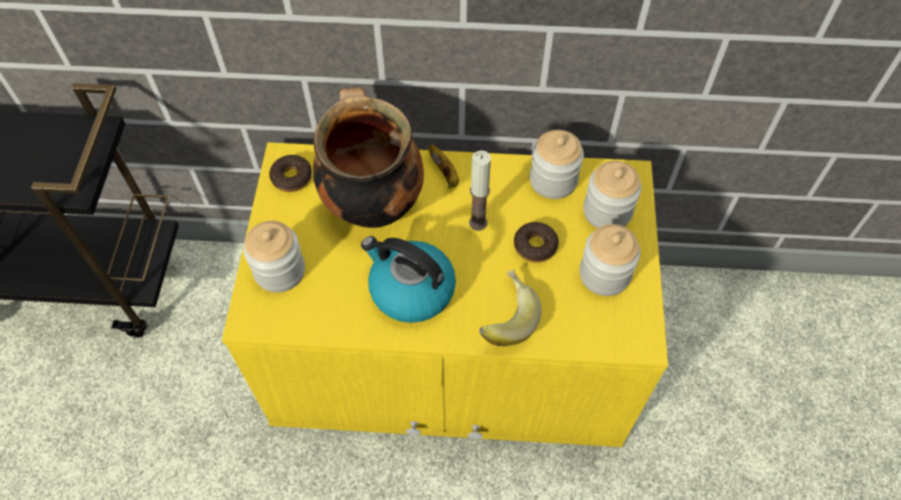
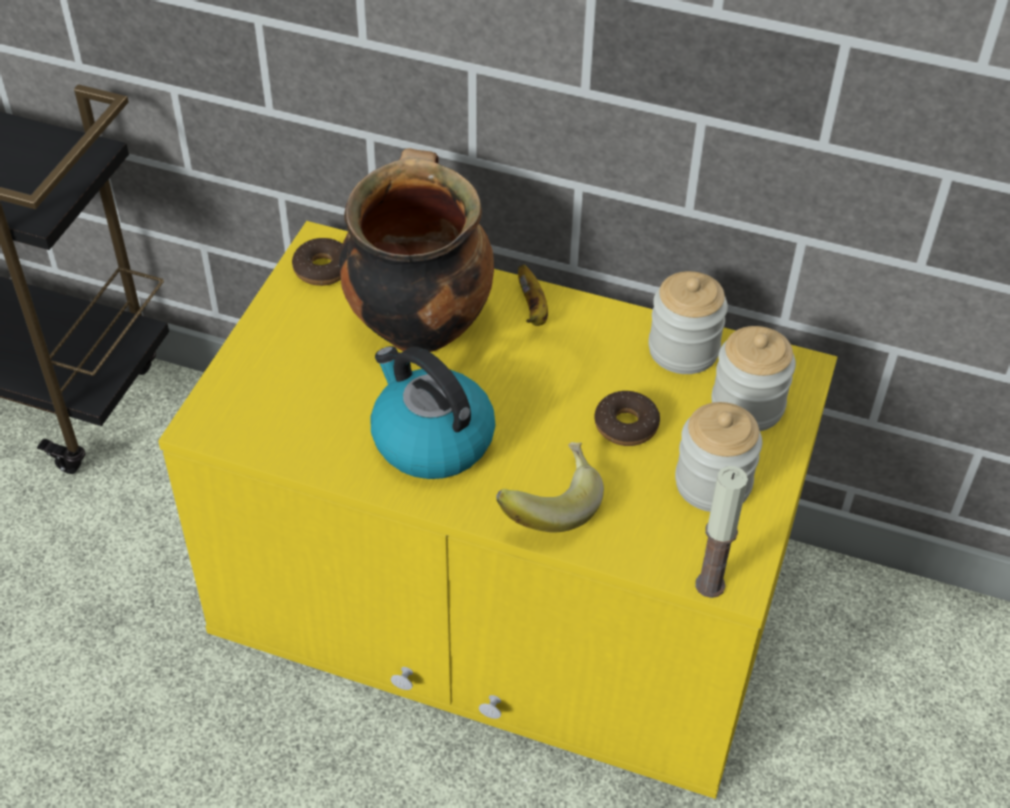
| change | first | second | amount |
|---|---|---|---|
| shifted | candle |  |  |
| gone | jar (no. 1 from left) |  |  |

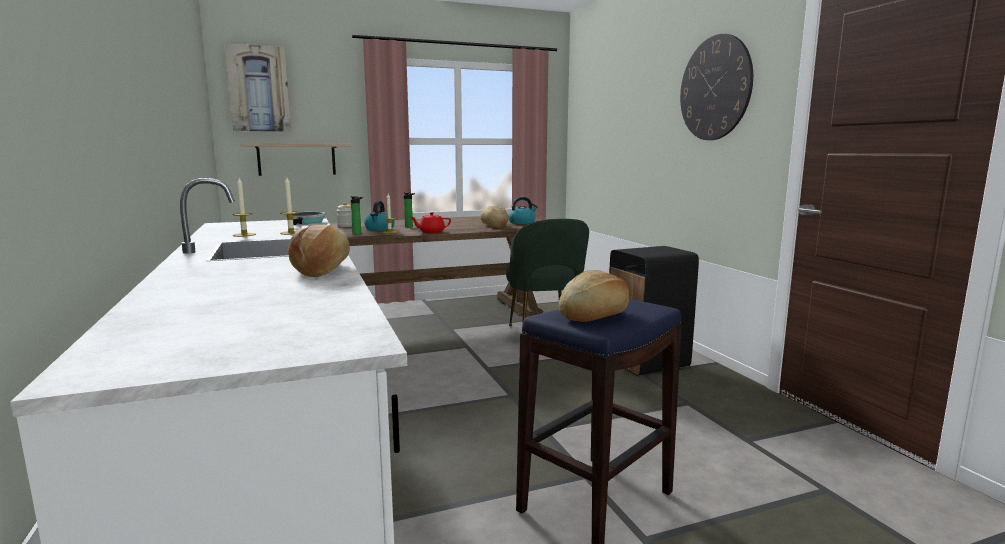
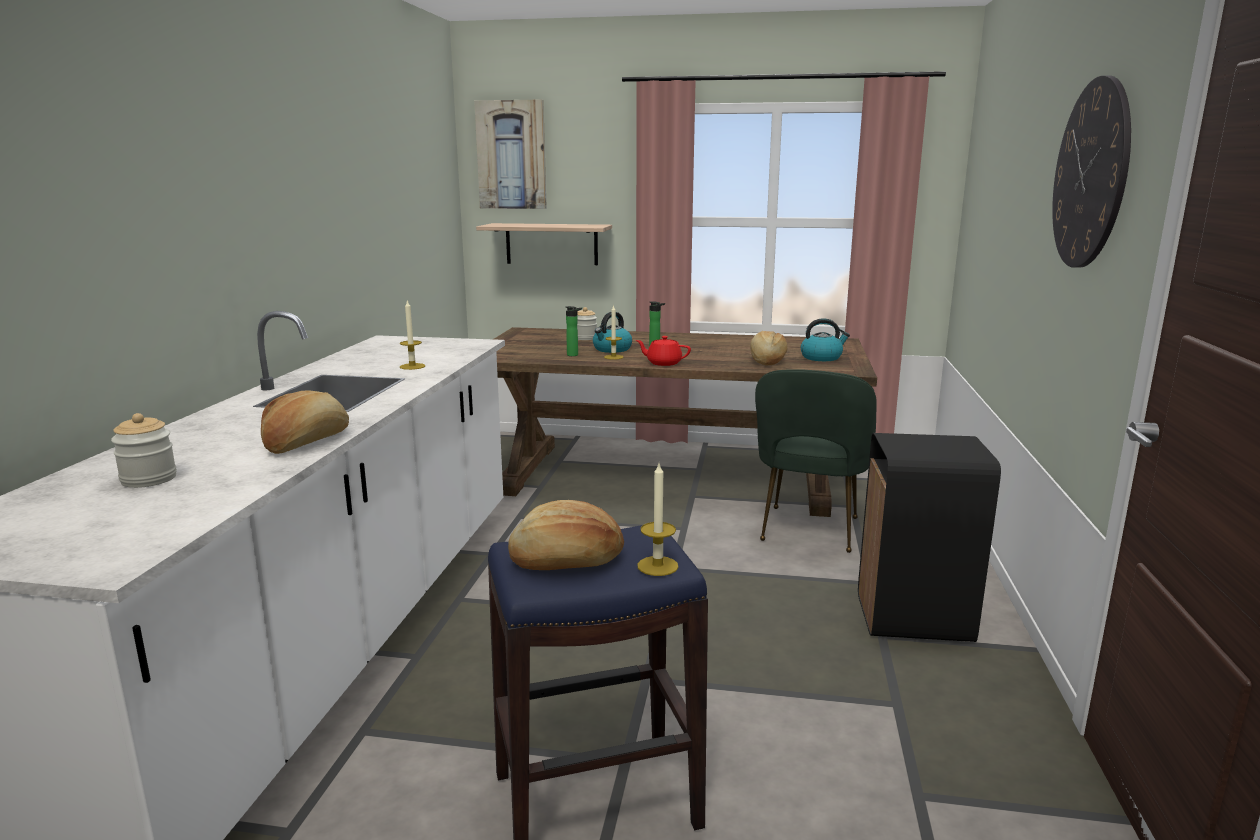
| change | first | second | amount |
|---|---|---|---|
| new |  | jar (no. 1 from left) |  |
| shifted | candle (no. 1 from left in the first image) | candle (no. 3 from left) |  |
| gone | frying pan |  |  |

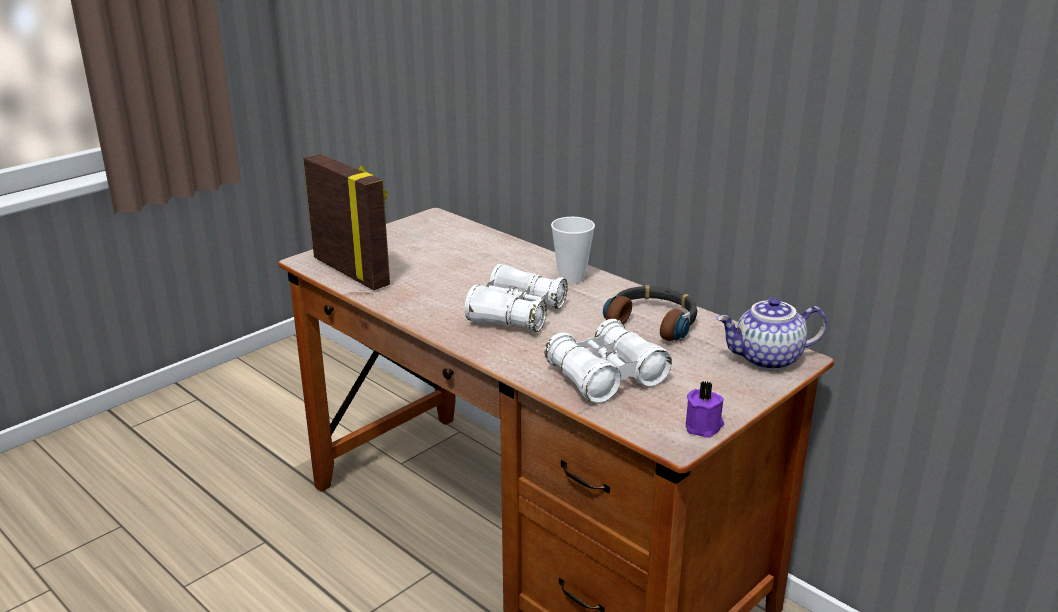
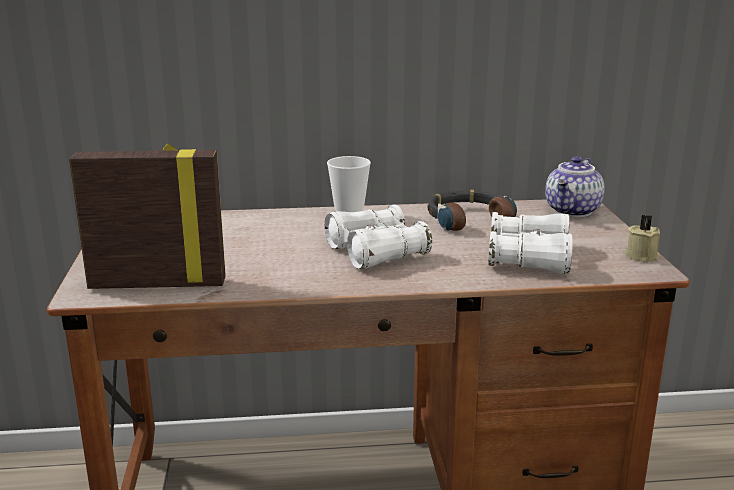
| change | first | second | amount |
|---|---|---|---|
| repainted | purple candle | beige candle |  |

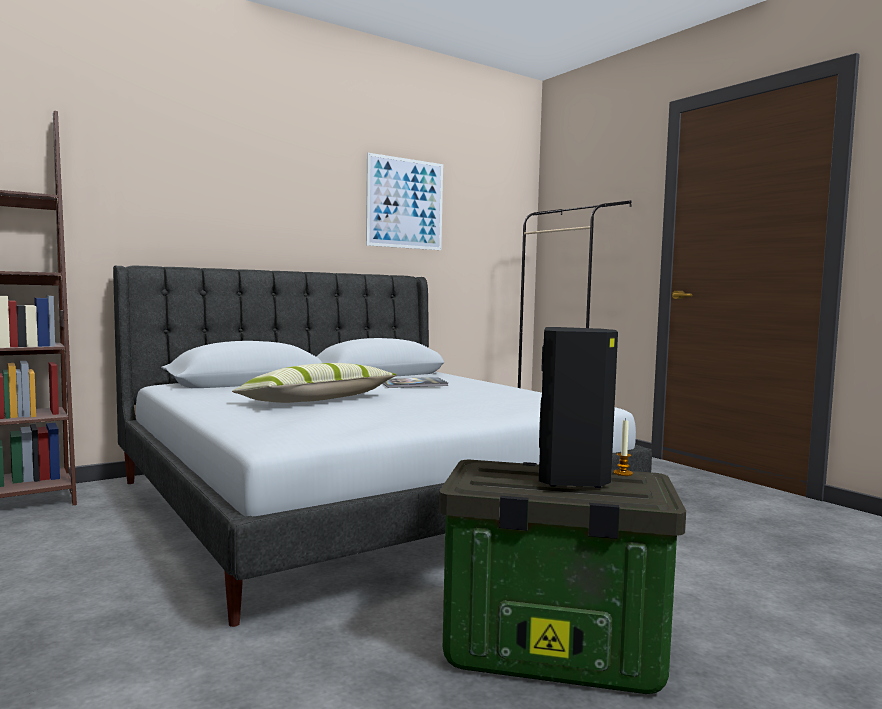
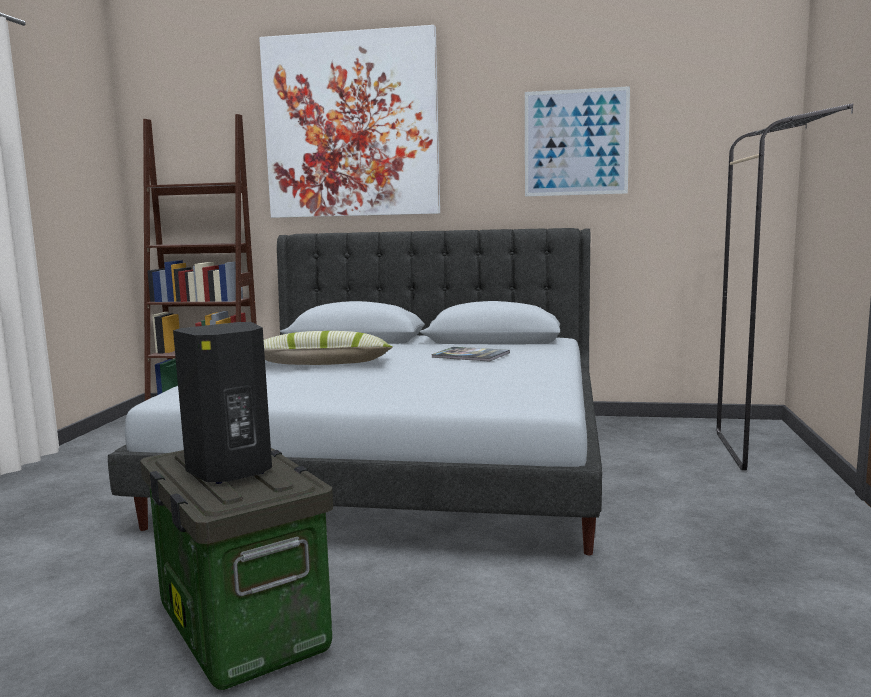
| change | first | second | amount |
|---|---|---|---|
| new |  | picture (no. 1 from left) |  |
| gone | candle |  |  |

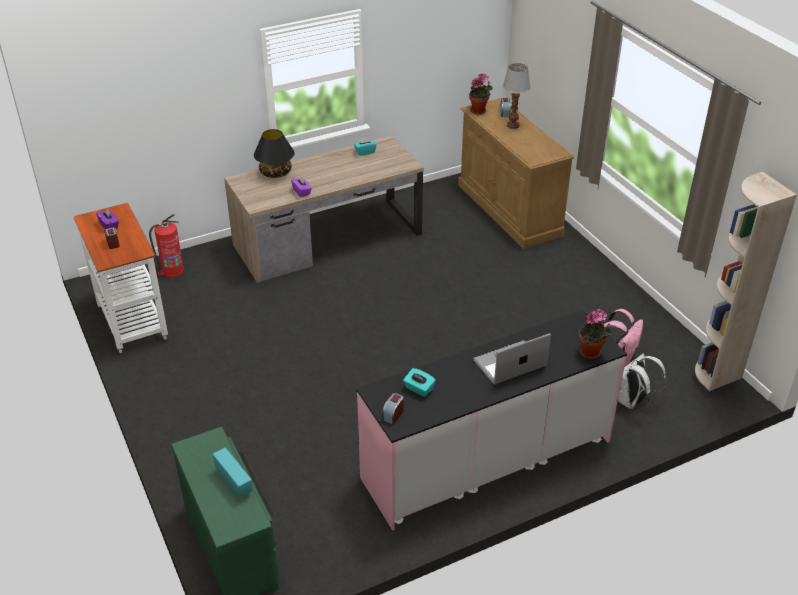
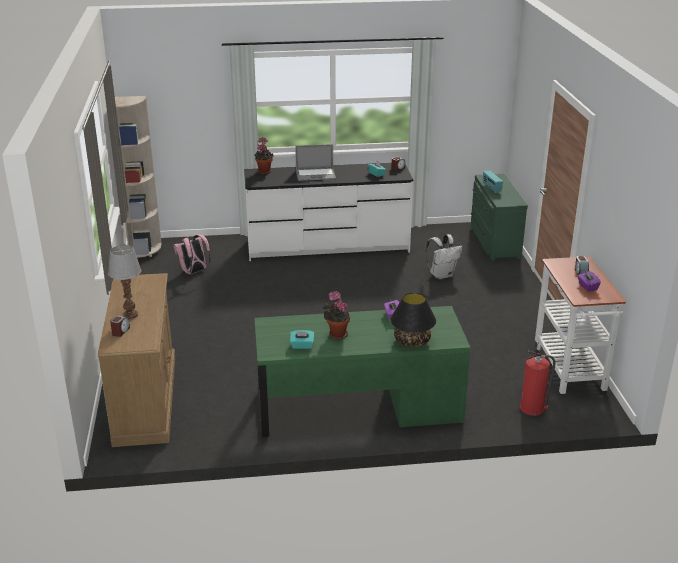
| change | first | second | amount |
|---|---|---|---|
| repainted | pink dresser | white dresser |  |
| repainted | brown desk | green desk |  |
| shifted | potted plant (no. 1 from left in the first image) | potted plant (no. 2 from left) |  |
| shifted | white backpack |  |  |

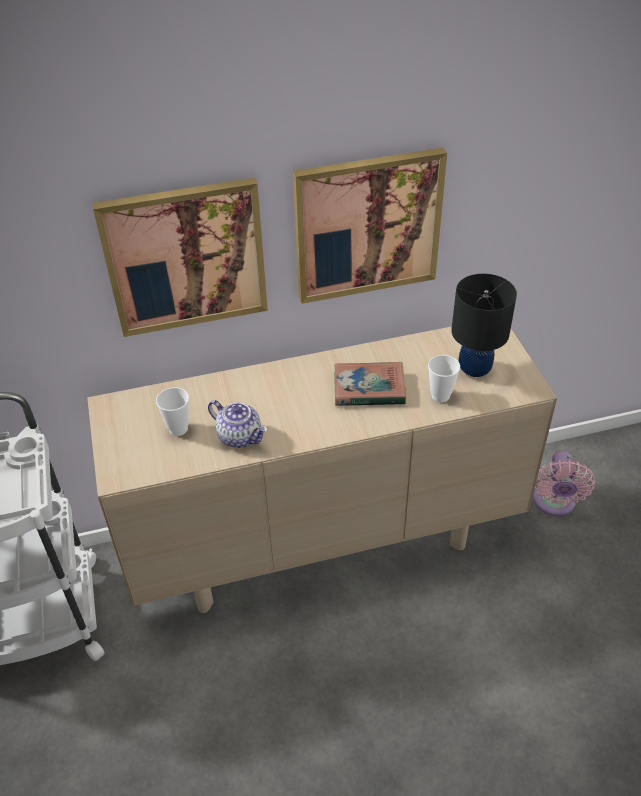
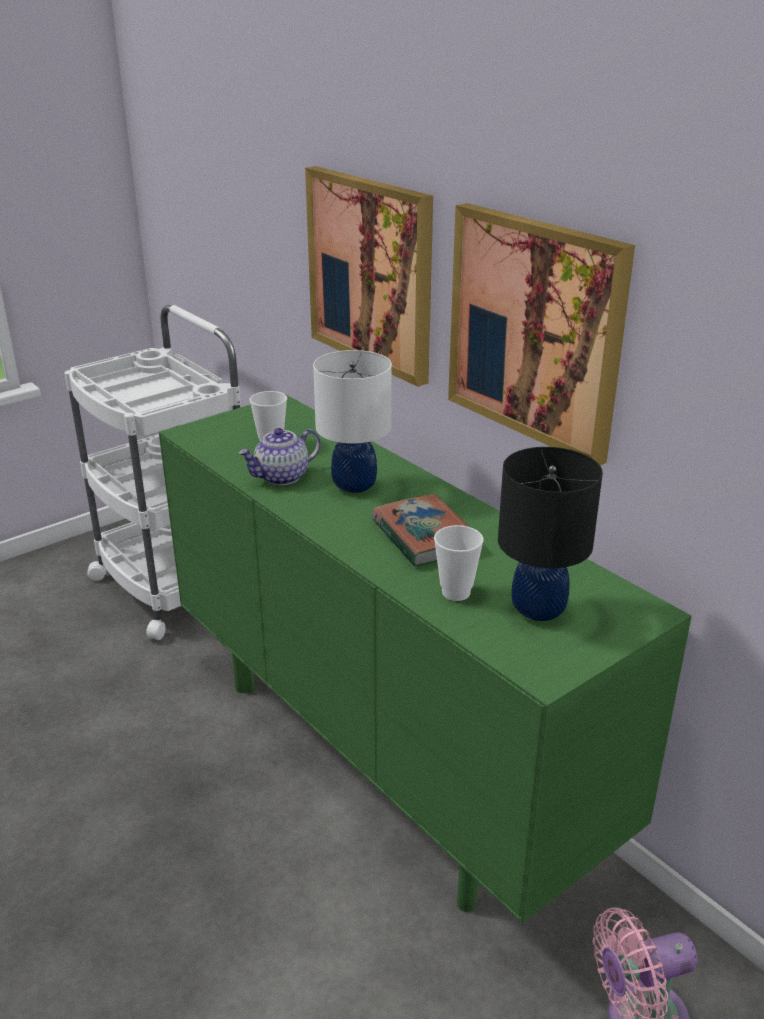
| change | first | second | amount |
|---|---|---|---|
| repainted | beige dresser | green dresser |  |
| rotated | teapot |  | 45 degrees clockwise |
| new |  | white table lamp |  |

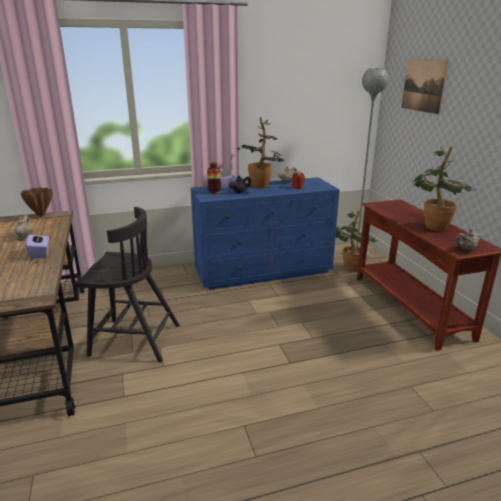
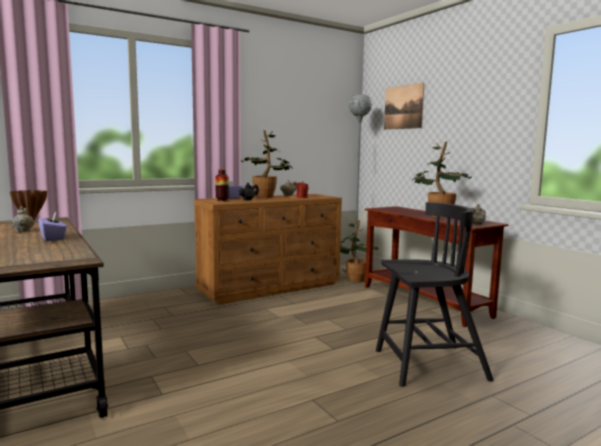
| change | first | second | amount |
|---|---|---|---|
| repainted | blue dresser | brown dresser |  |
| shifted | black chair |  |  |

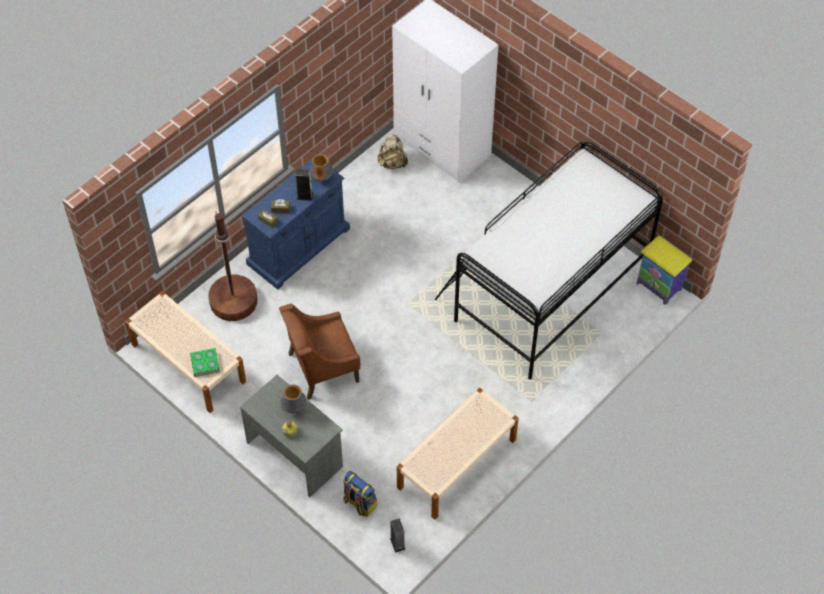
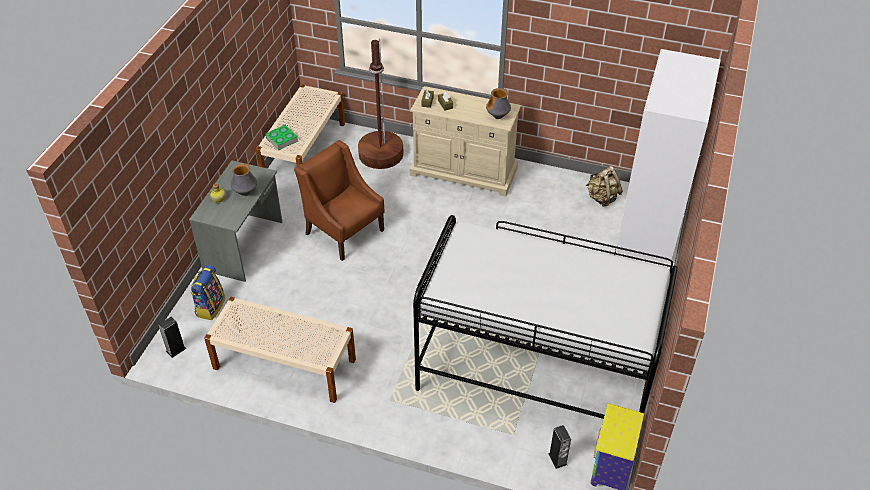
| change | first | second | amount |
|---|---|---|---|
| repainted | blue dresser | beige dresser |  |
| shifted | speaker (no. 1 from left in the first image) | speaker (no. 2 from left) |  |

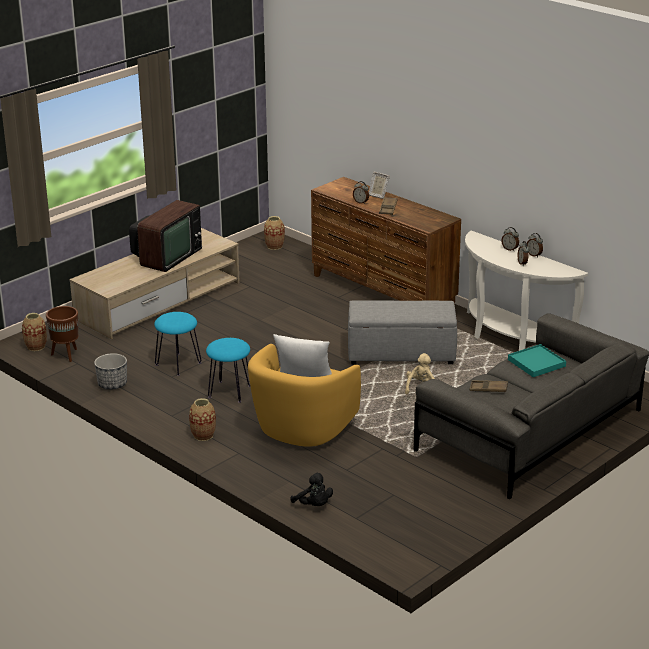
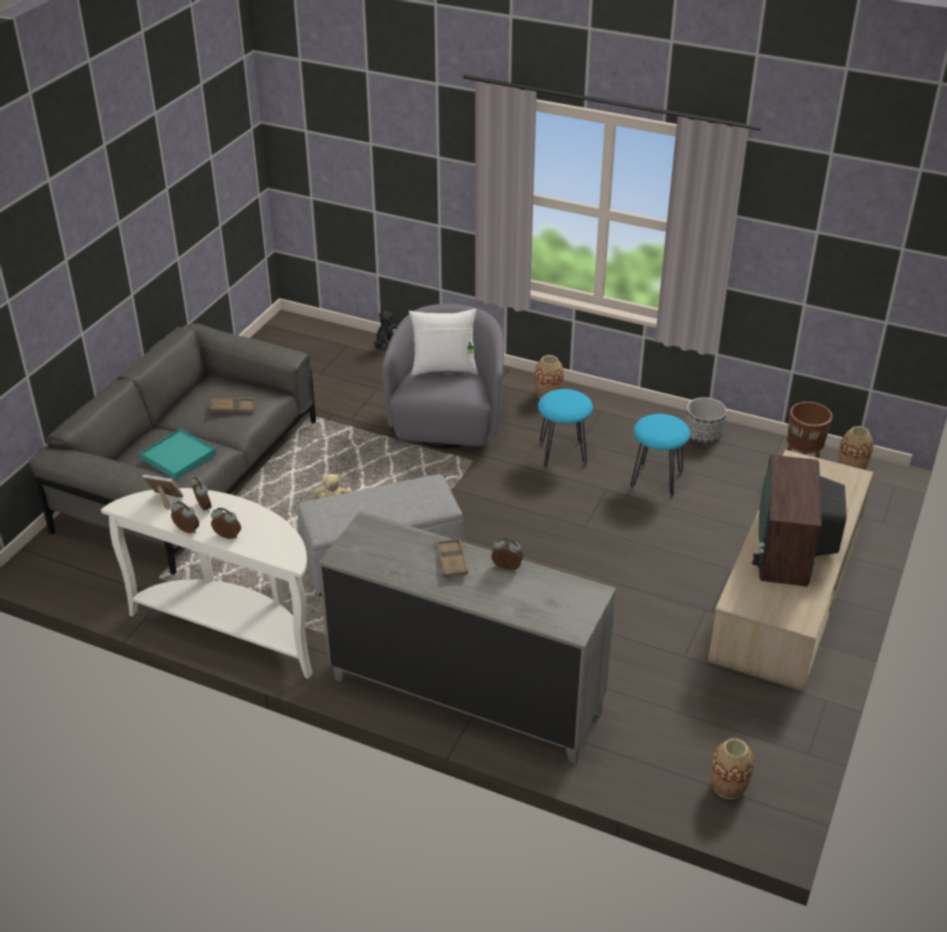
| change | first | second | amount |
|---|---|---|---|
| shifted | picture frame |  |  |
| repainted | brown dresser | grey dresser |  |
| repainted | yellow armchair | grey armchair |  |

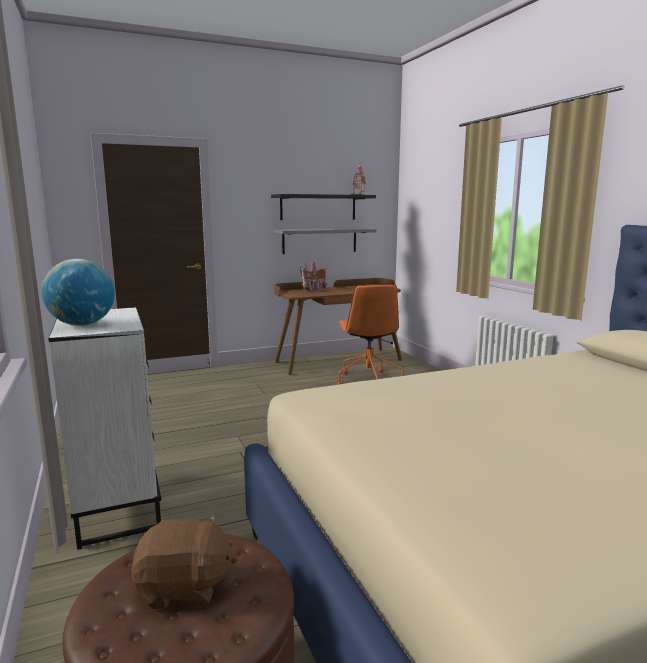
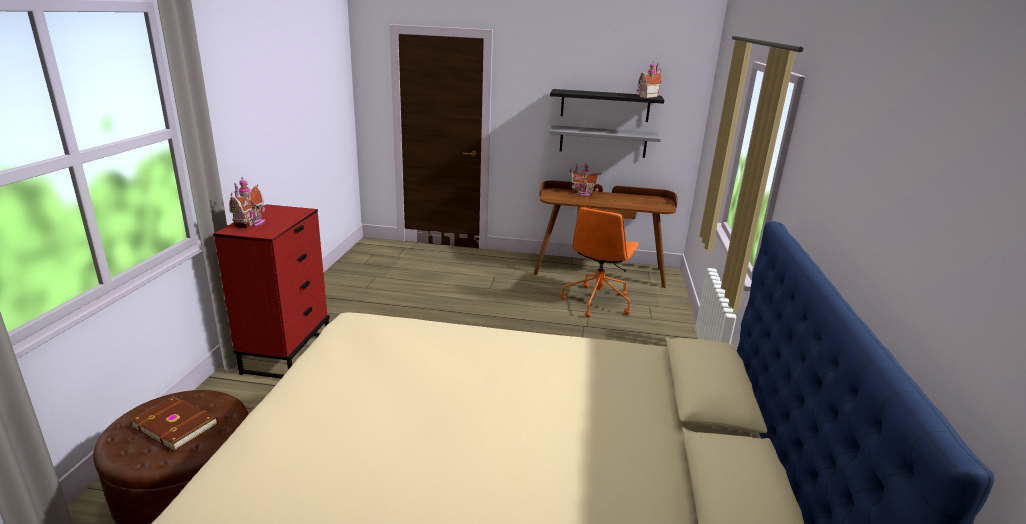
| change | first | second | amount |
|---|---|---|---|
| swapped | brown plush toy | brown book |  |
| repainted | white dresser | red dresser |  |
| swapped | globe | toy house (no. 1 from left) |  |

